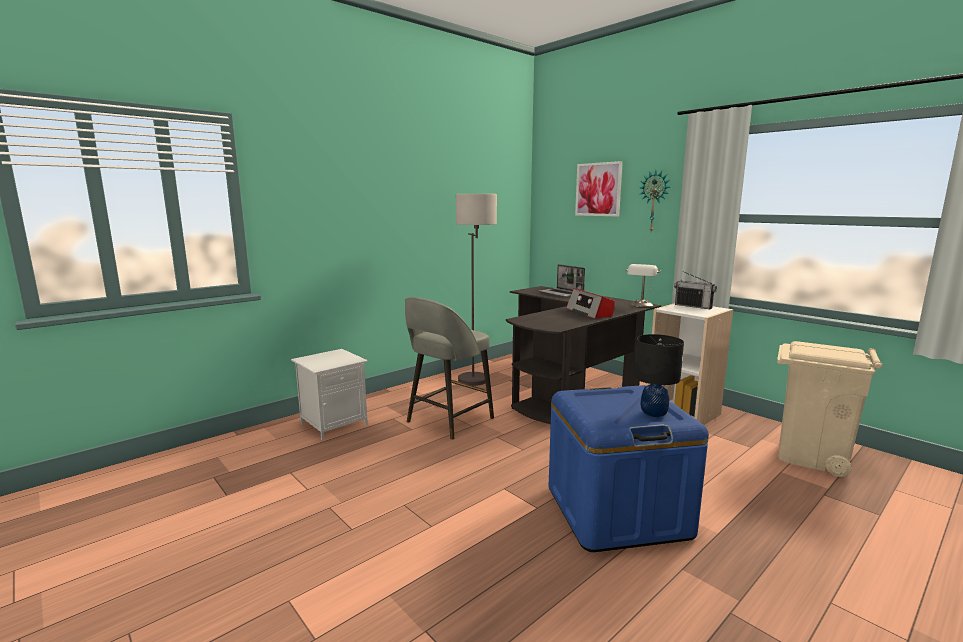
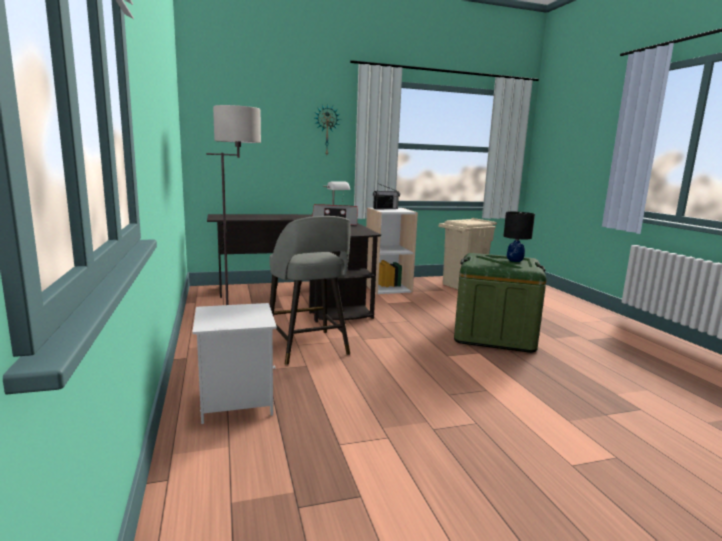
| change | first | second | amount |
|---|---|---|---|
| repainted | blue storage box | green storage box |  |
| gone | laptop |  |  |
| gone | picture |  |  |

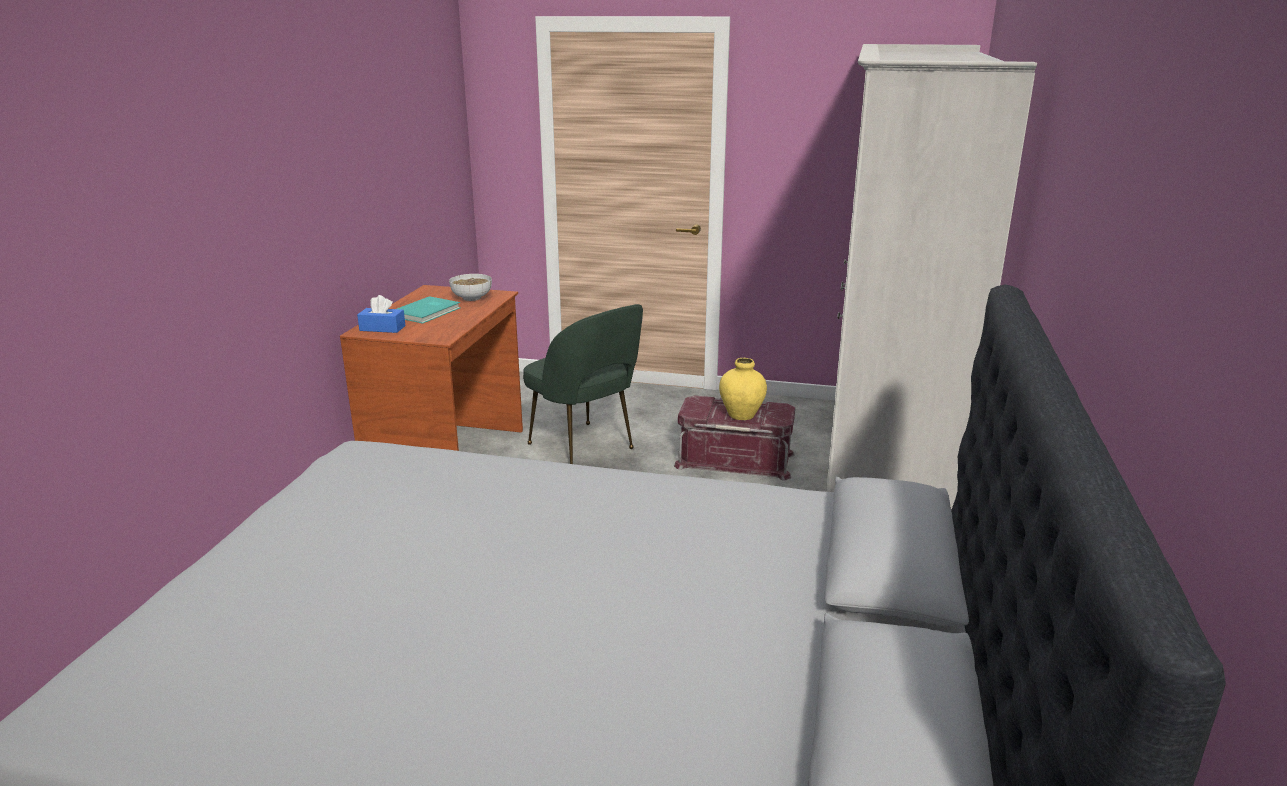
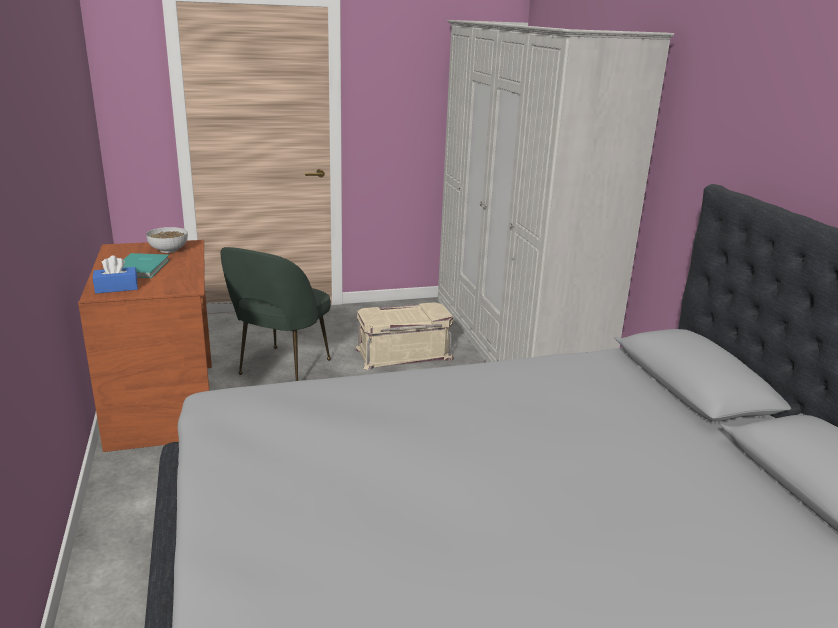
| change | first | second | amount |
|---|---|---|---|
| rotated | green chair |  | 90 degrees clockwise |
| repainted | red storage box | beige storage box |  |
| gone | yellow vase |  |  |

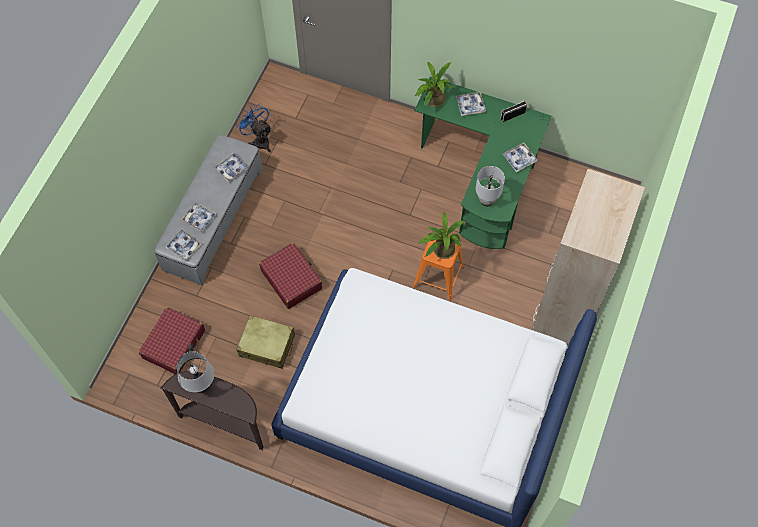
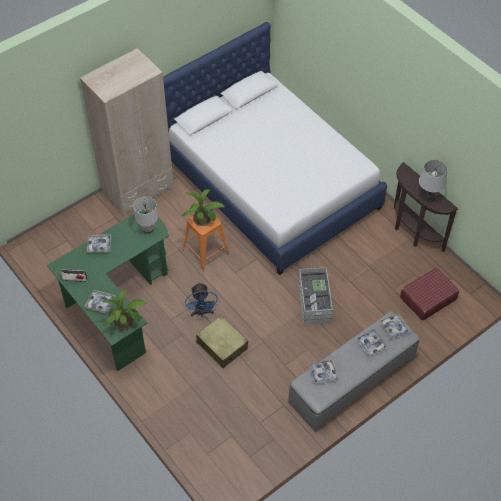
| change | first | second | amount |
|---|---|---|---|
| shifted | blue fan |  |  |
| shifted | beige suitcase |  |  |
| swapped | red suitcase (no. 2 from left) | grey storage box |  |

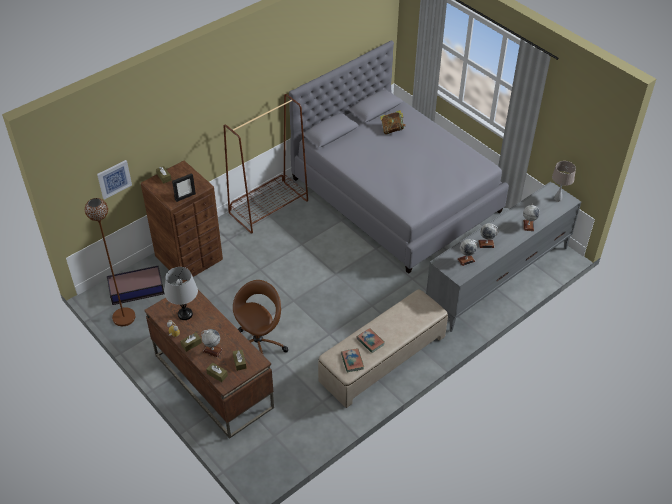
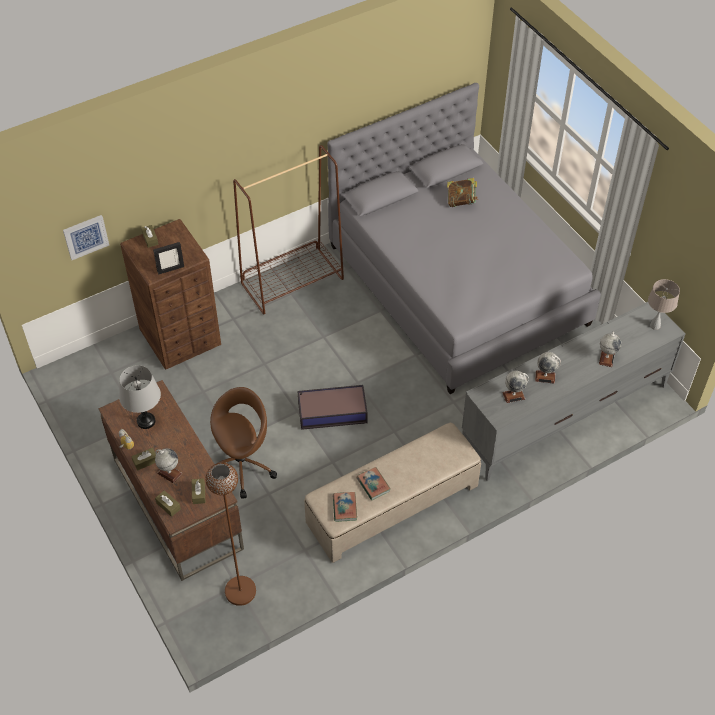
| change | first | second | amount |
|---|---|---|---|
| shifted | brown floor lamp |  |  |
| shifted | storage box |  |  |

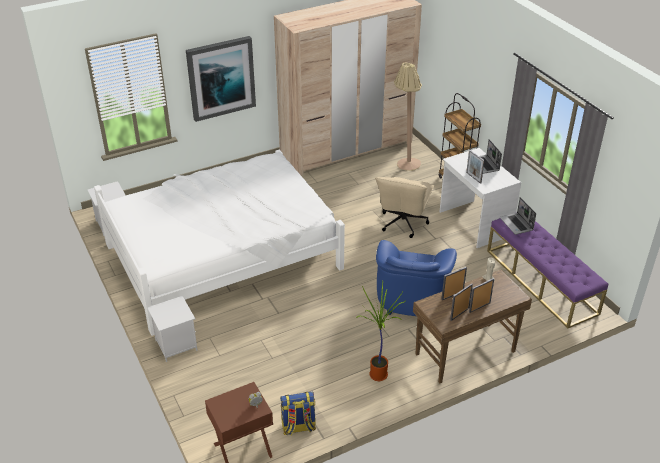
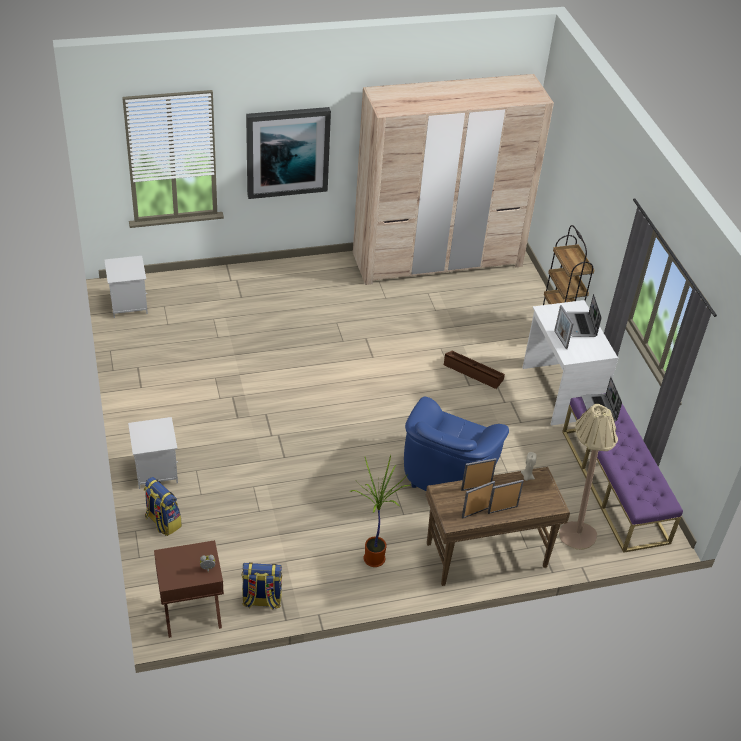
| change | first | second | amount |
|---|---|---|---|
| new |  | backpack (no. 1 from left) |  |
| swapped | beige office chair | brown storage box |  |
| shifted | beige floor lamp |  |  |
| gone | white bed |  |  |

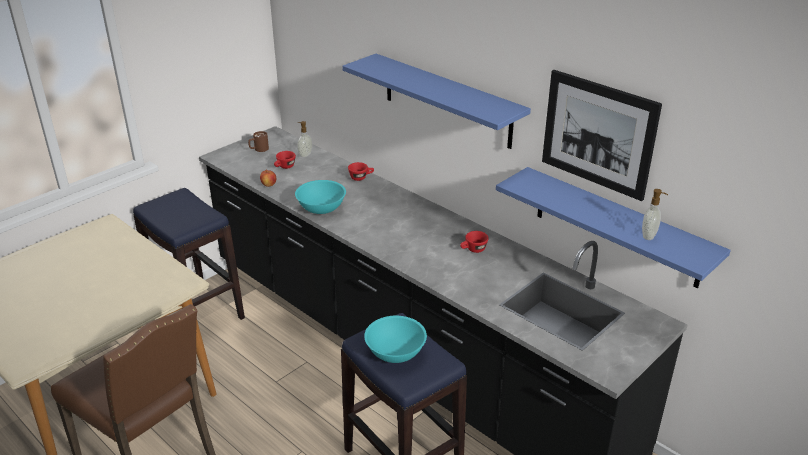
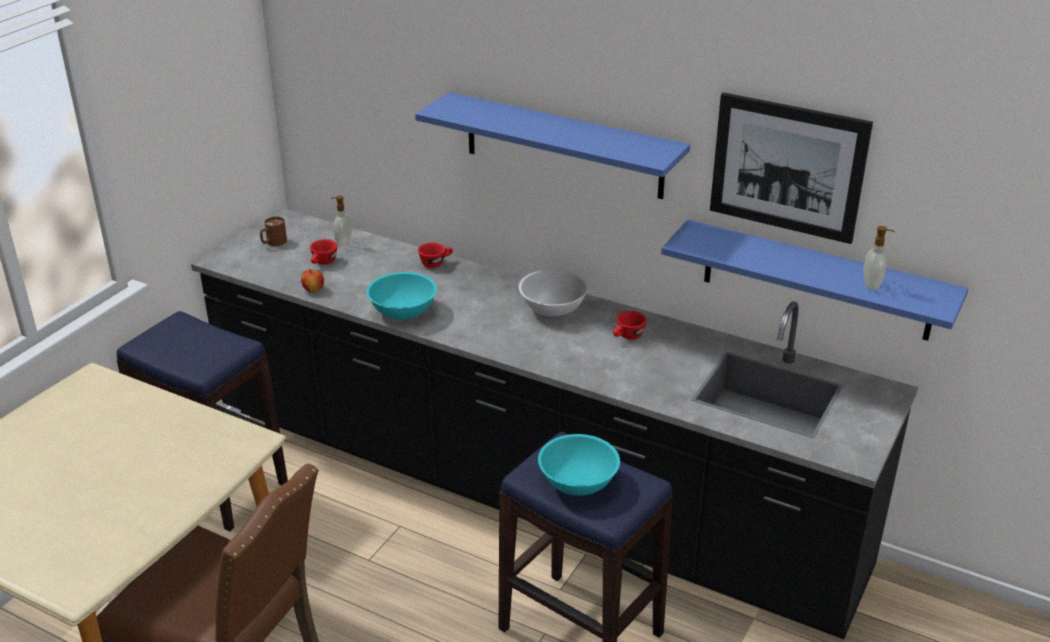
| change | first | second | amount |
|---|---|---|---|
| new |  | white bowl |  |

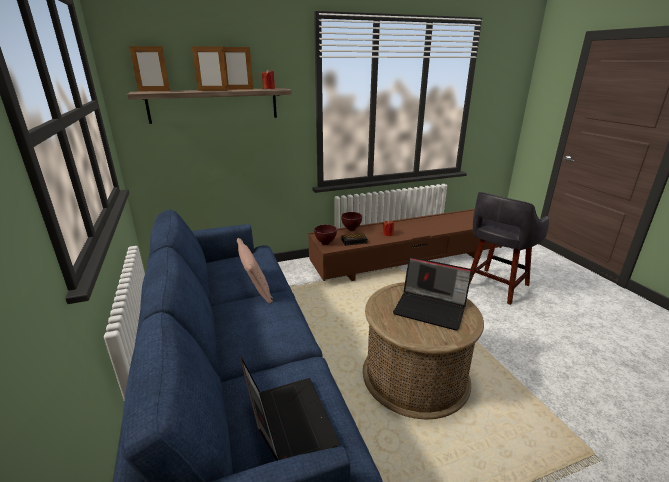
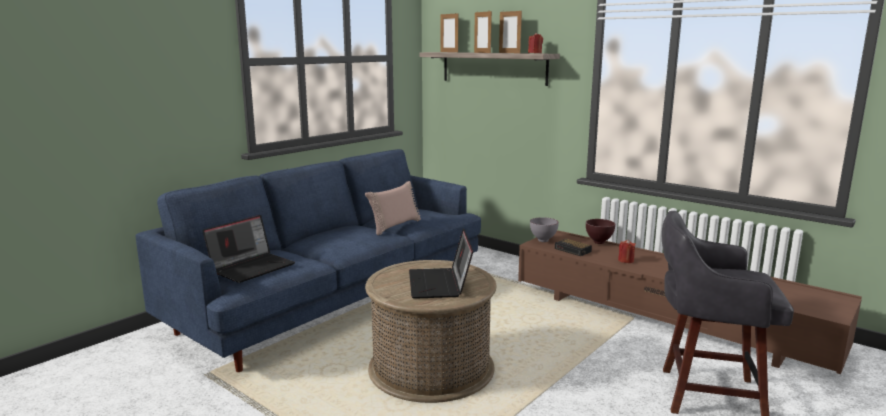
| change | first | second | amount |
|---|---|---|---|
| repainted | brown bowl (no. 1 from left) | grey bowl |  |

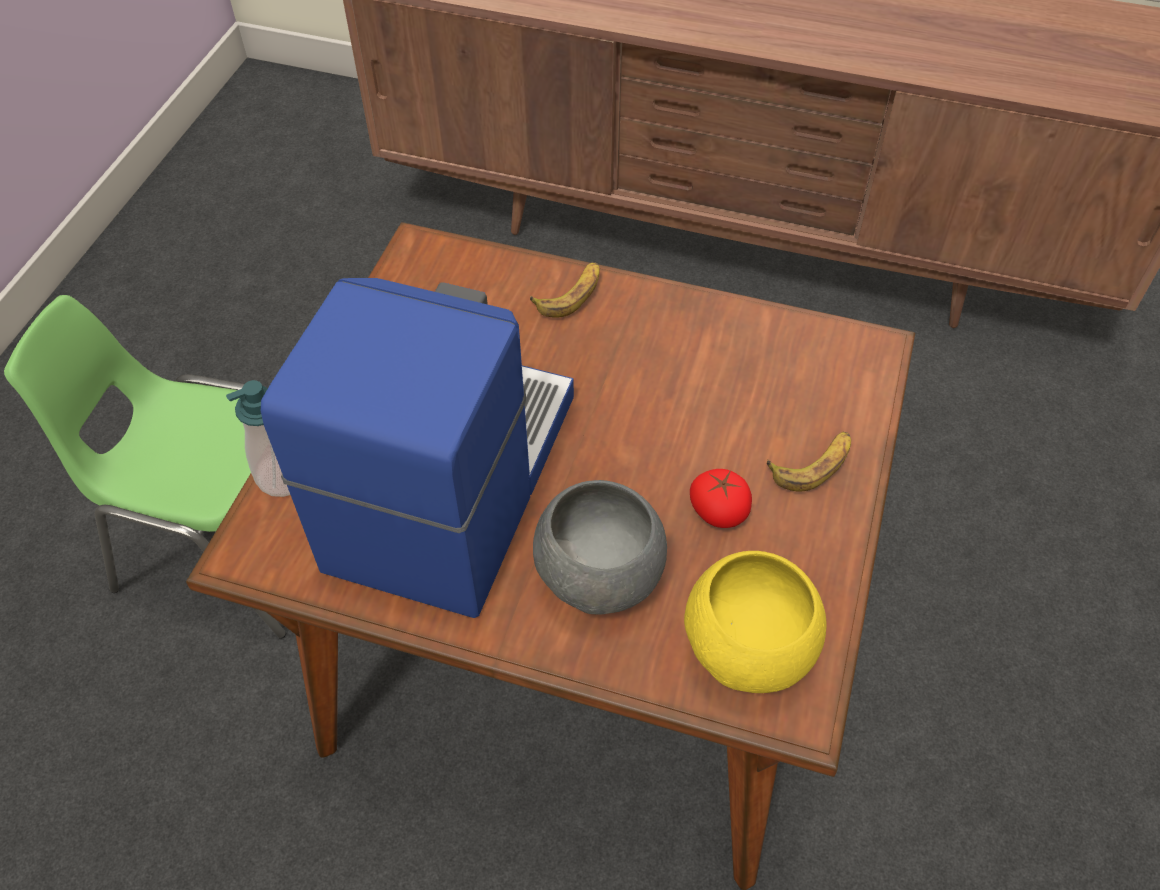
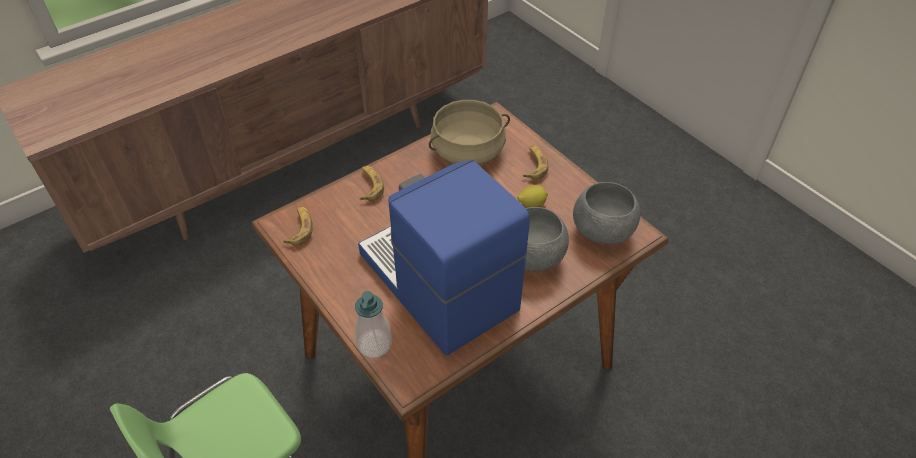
| change | first | second | amount |
|---|---|---|---|
| new |  | banana (no. 1 from left) |  |
| new |  | beige cooking pot |  |
| swapped | tomato | lemon |  |
| repainted | yellow bowl | grey bowl (no. 2 from left) |  |

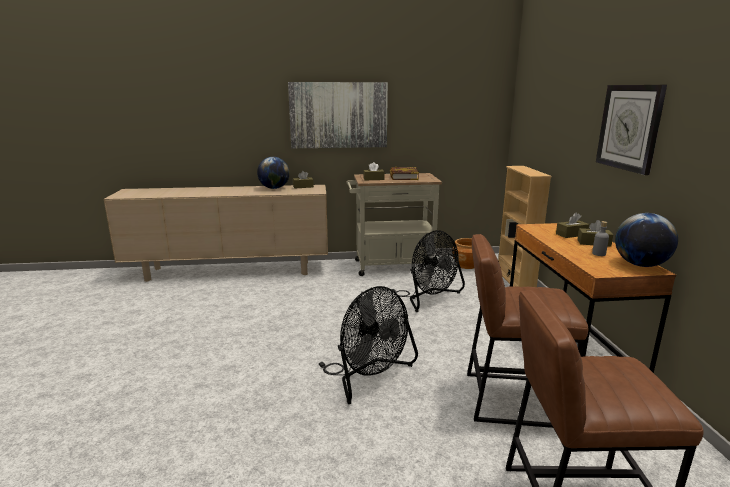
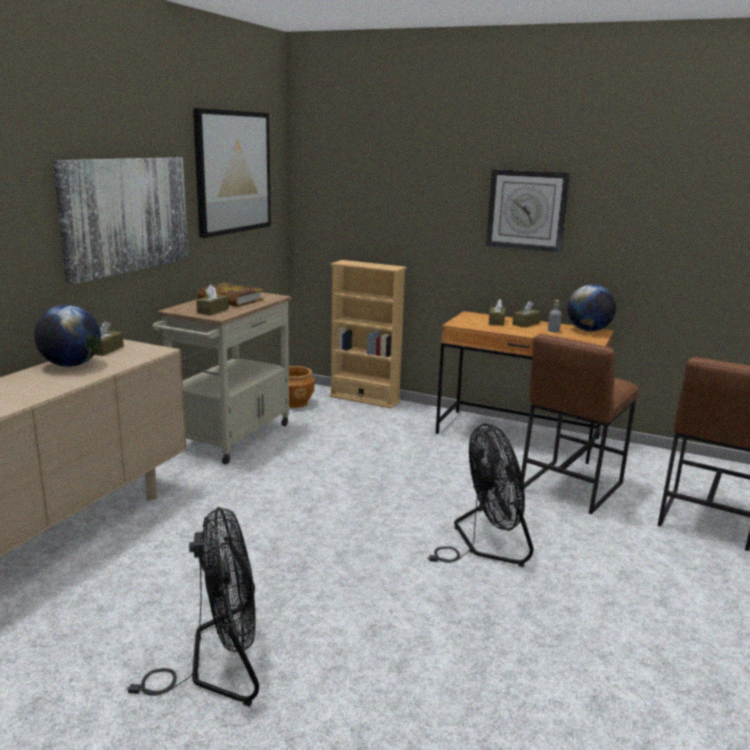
| change | first | second | amount |
|---|---|---|---|
| shifted | black fan (no. 2 from left in the first image) | black fan (no. 1 from left) |  |
| new |  | picture (no. 2 from left) |  |

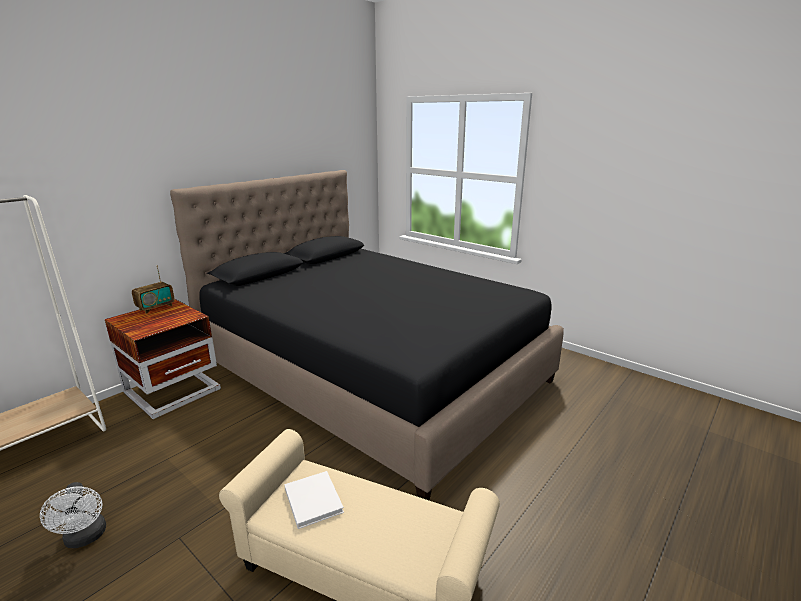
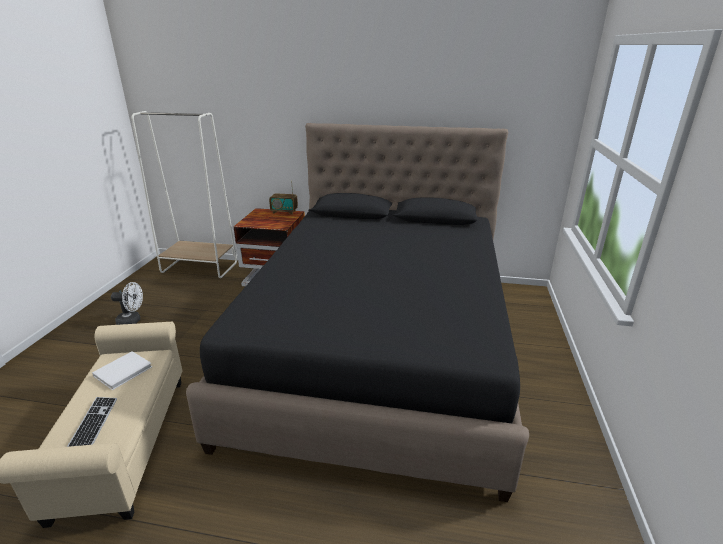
| change | first | second | amount |
|---|---|---|---|
| new |  | keyboard |  |
| rotated | white fan |  | 120 degrees counterclockwise |

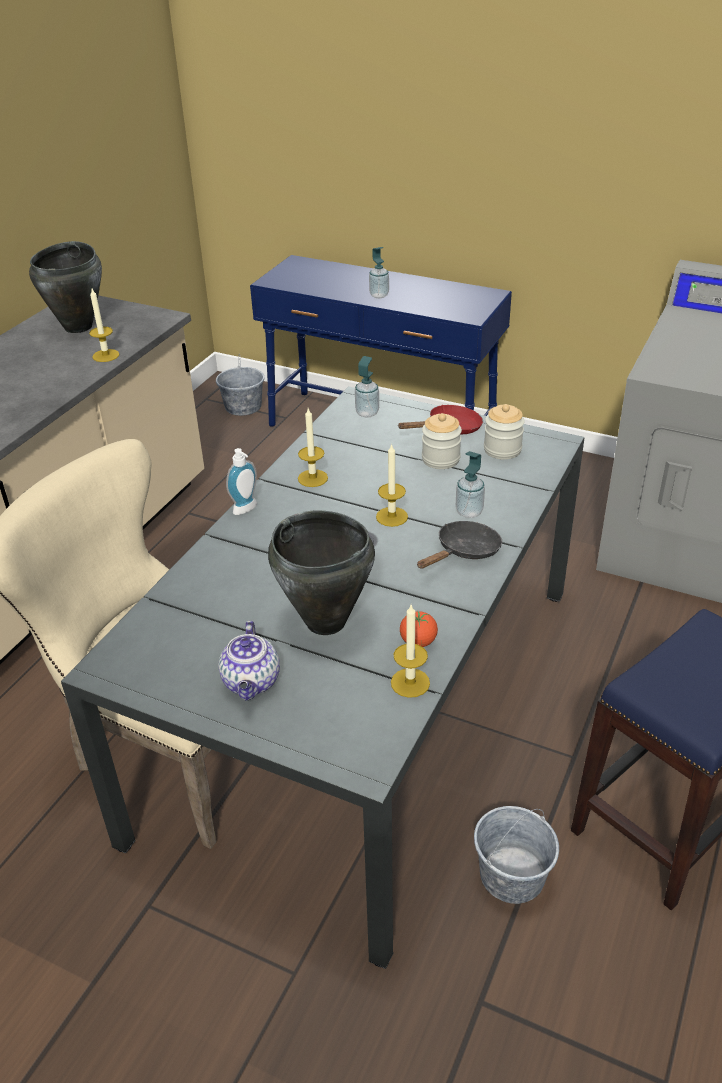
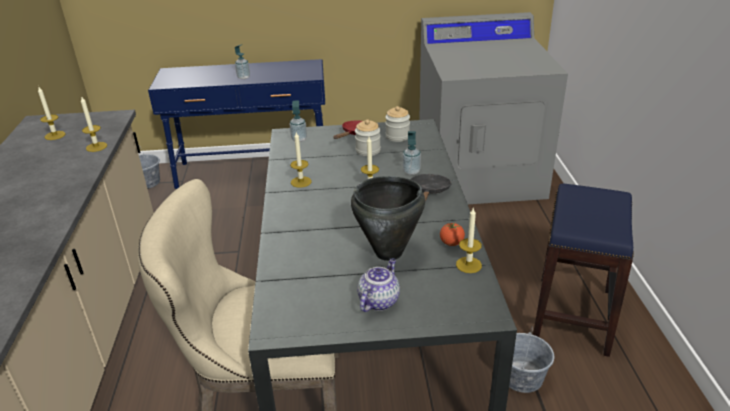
| change | first | second | amount |
|---|---|---|---|
| swapped | black cooking pot (no. 1 from left) | candle (no. 1 from left) |  |
| rotated | teapot |  | 120 degrees counterclockwise |
| gone | soap dispenser (no. 1 from left) |  |  |

